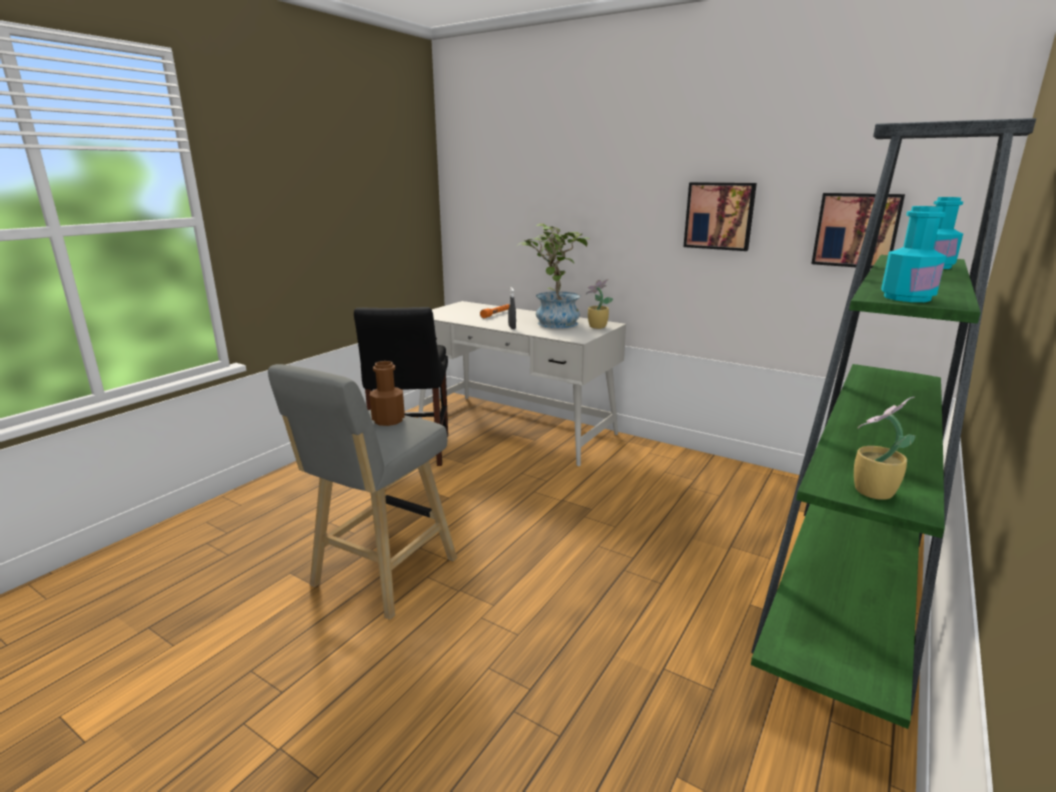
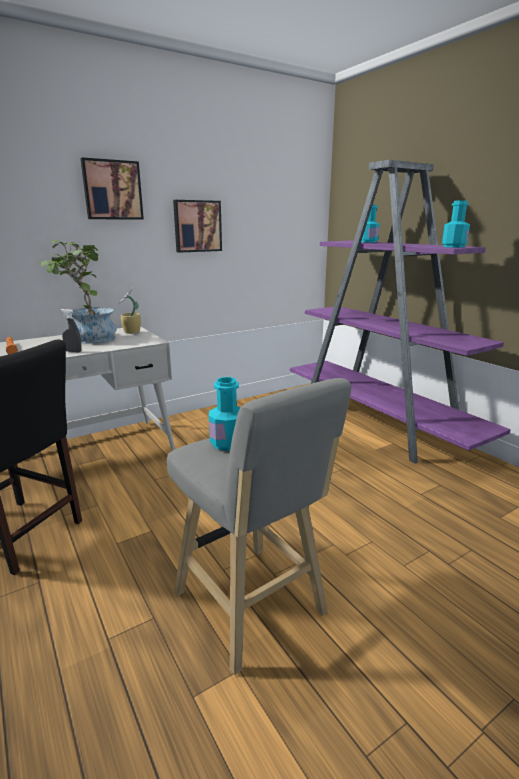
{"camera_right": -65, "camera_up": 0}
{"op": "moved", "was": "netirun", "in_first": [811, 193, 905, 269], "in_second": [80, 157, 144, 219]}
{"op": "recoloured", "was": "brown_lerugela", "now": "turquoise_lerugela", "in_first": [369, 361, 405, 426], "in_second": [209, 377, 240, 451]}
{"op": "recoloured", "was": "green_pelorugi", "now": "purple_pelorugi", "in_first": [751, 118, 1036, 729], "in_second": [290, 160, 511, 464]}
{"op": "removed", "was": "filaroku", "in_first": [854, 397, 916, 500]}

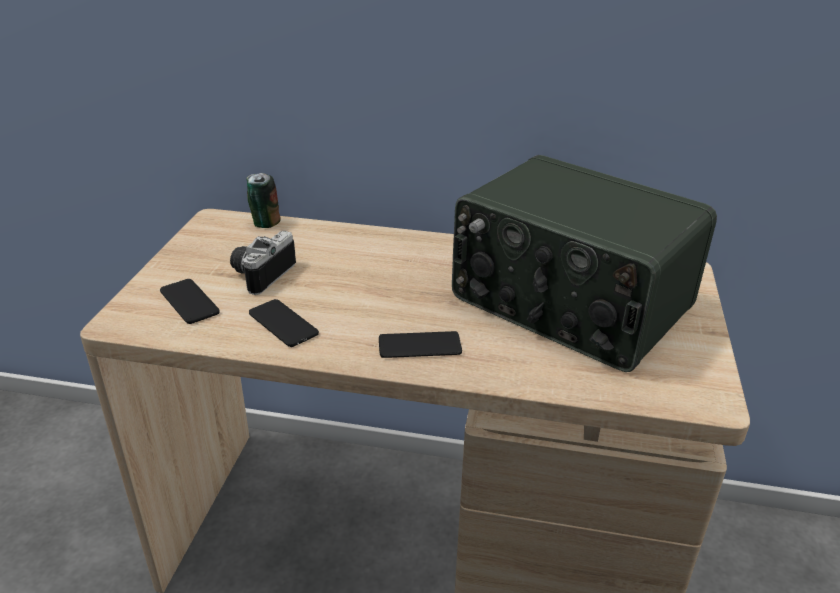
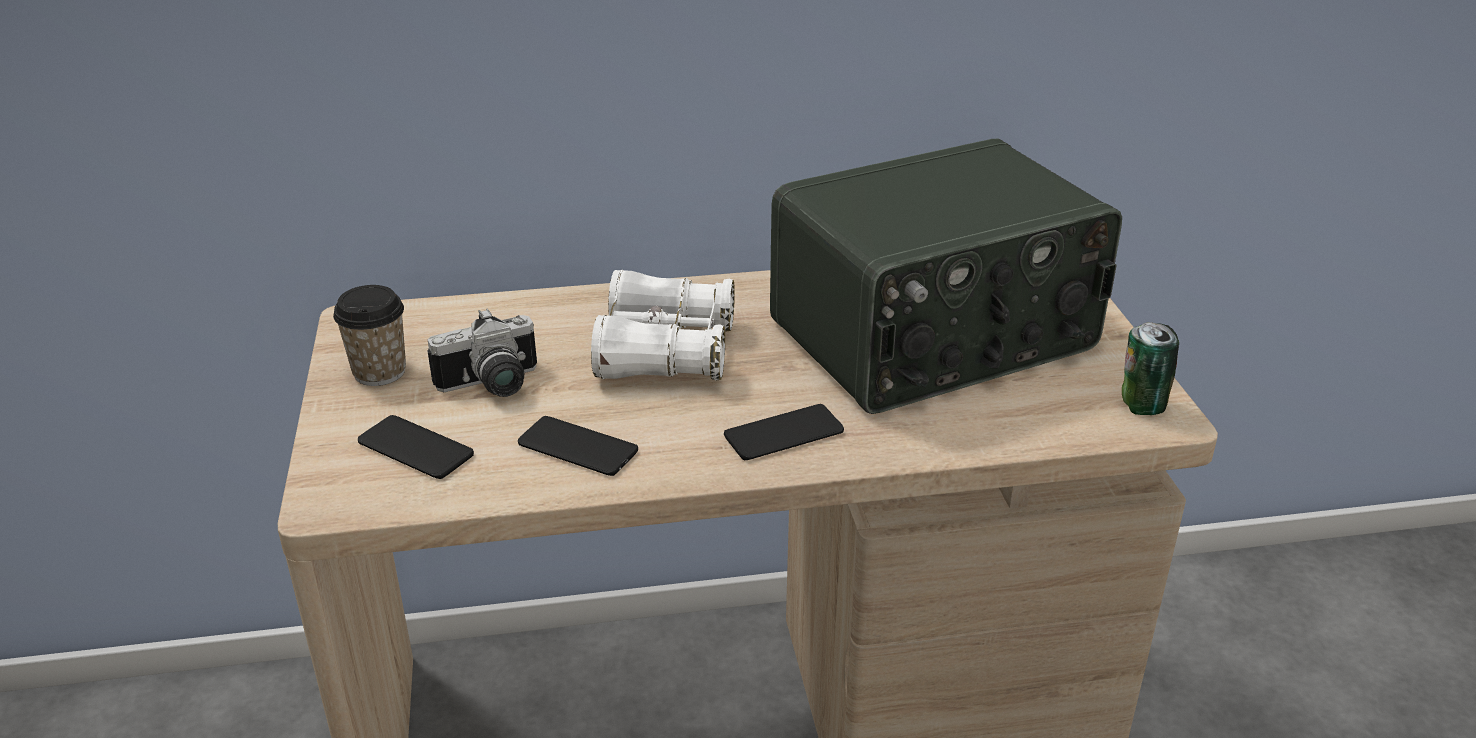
{"camera_right": -20, "camera_up": 0}
{"op": "added", "now": "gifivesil", "in_second": [333, 285, 406, 386]}
{"op": "turned", "was": "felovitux", "in_first": [230, 231, 296, 295], "in_second": [427, 309, 537, 397], "clockwise": -120}
{"op": "added", "now": "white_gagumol", "in_second": [591, 270, 735, 381]}
{"op": "turned", "was": "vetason", "in_first": [452, 155, 717, 372], "in_second": [770, 139, 1122, 414], "clockwise": -45}
{"op": "moved", "was": "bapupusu", "in_first": [246, 173, 281, 228], "in_second": [1122, 322, 1179, 415]}

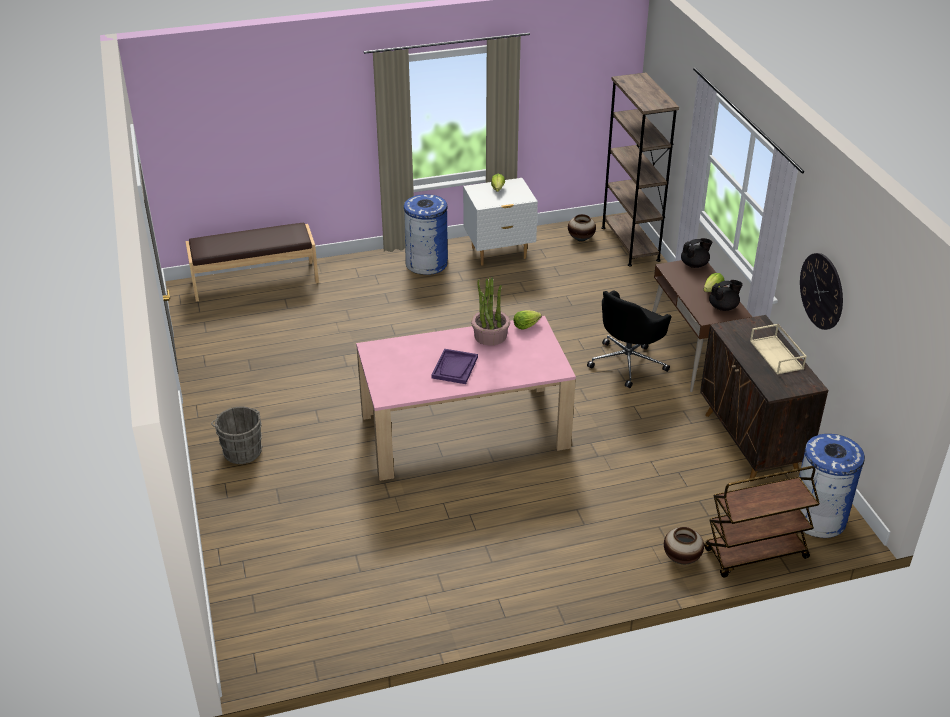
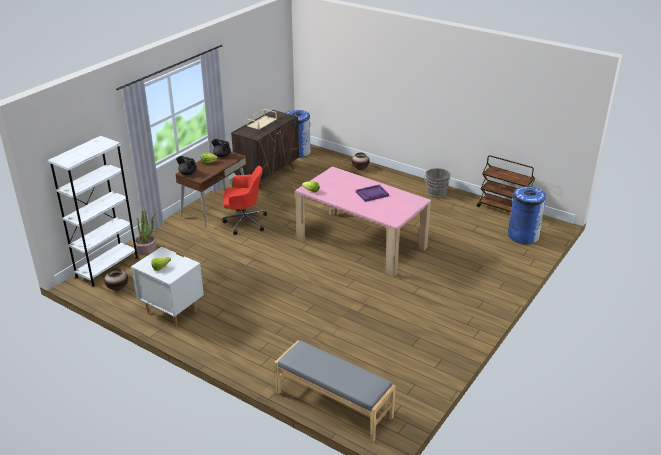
{"camera_right": -130, "camera_up": -5}
{"op": "recoloured", "was": "brown_pelorugi", "now": "white_pelorugi", "in_first": [601, 73, 679, 266], "in_second": [48, 136, 139, 287]}
{"op": "moved", "was": "filaroku", "in_first": [471, 277, 510, 345], "in_second": [132, 209, 157, 254]}
{"op": "recoloured", "was": "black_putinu", "now": "red_putinu", "in_first": [587, 291, 672, 388], "in_second": [223, 165, 267, 235]}
{"op": "recoloured", "was": "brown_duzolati", "now": "grey_duzolati", "in_first": [185, 222, 319, 302], "in_second": [275, 340, 396, 442]}
{"op": "moved", "was": "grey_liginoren", "in_first": [211, 407, 262, 464], "in_second": [424, 168, 451, 198]}
{"op": "moved", "was": "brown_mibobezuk", "in_first": [704, 466, 820, 578], "in_second": [477, 155, 535, 212]}
{"op": "moved", "was": "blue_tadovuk", "in_first": [404, 194, 448, 275], "in_second": [508, 186, 546, 244]}
{"op": "removed", "was": "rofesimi", "in_first": [800, 253, 843, 330]}

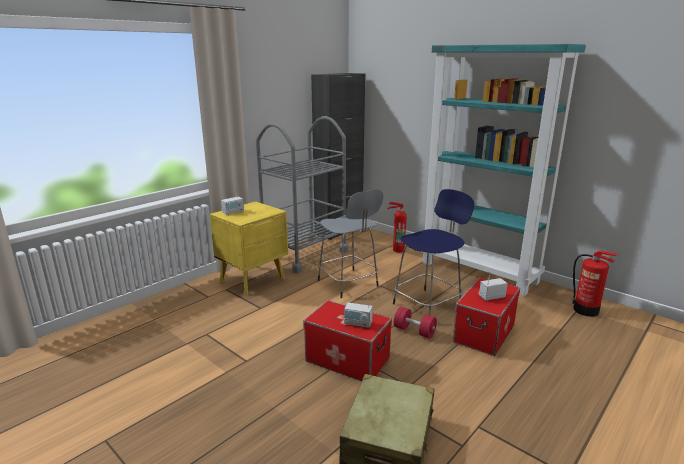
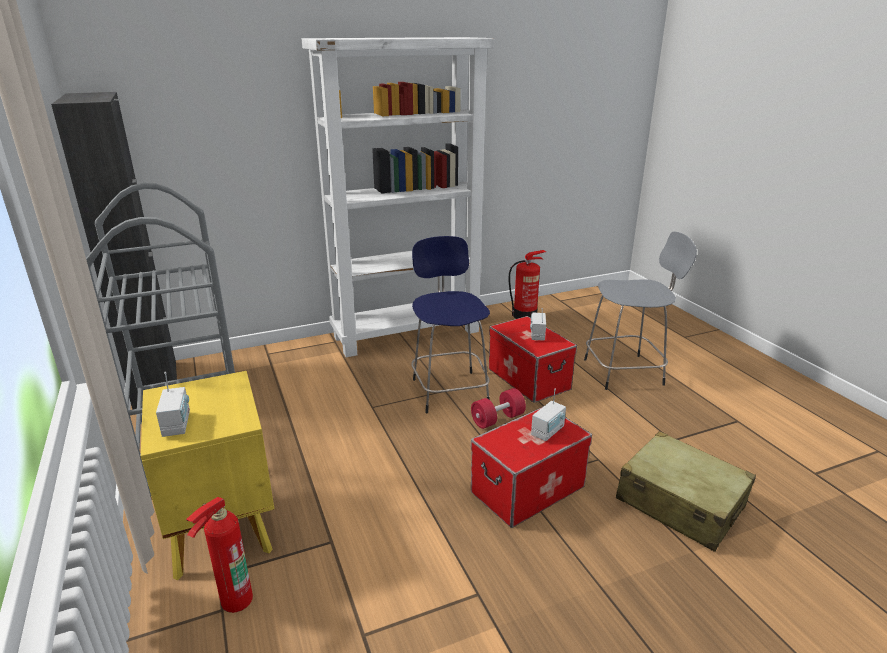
{"camera_right": -65, "camera_up": 5}
{"op": "moved", "was": "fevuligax", "in_first": [387, 202, 407, 253], "in_second": [186, 497, 253, 613]}
{"op": "recoloured", "was": "turquoise_pelorugi", "now": "white_pelorugi", "in_first": [422, 44, 586, 297], "in_second": [302, 37, 494, 357]}
{"op": "moved", "was": "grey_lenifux", "in_first": [318, 189, 384, 298], "in_second": [584, 231, 697, 390]}

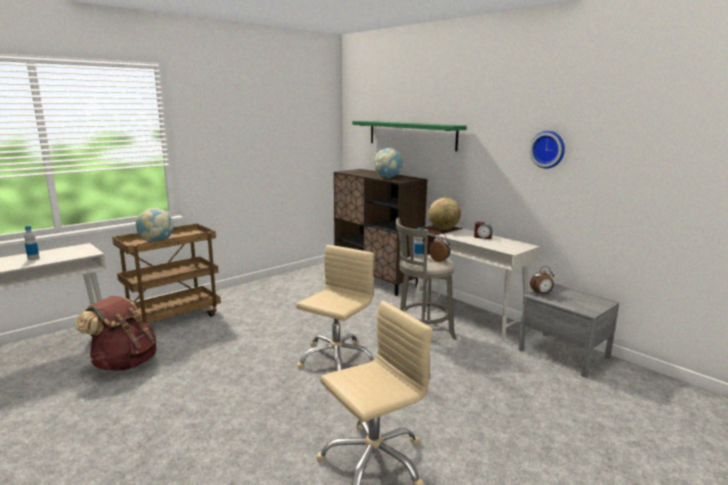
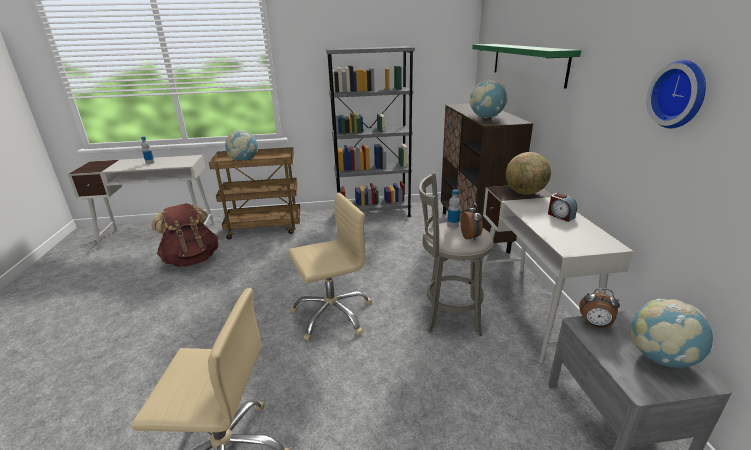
{"camera_right": 35, "camera_up": 10}
{"op": "added", "now": "grey_pelorugi", "in_second": [326, 46, 415, 217]}
{"op": "added", "now": "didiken", "in_second": [630, 299, 713, 368]}

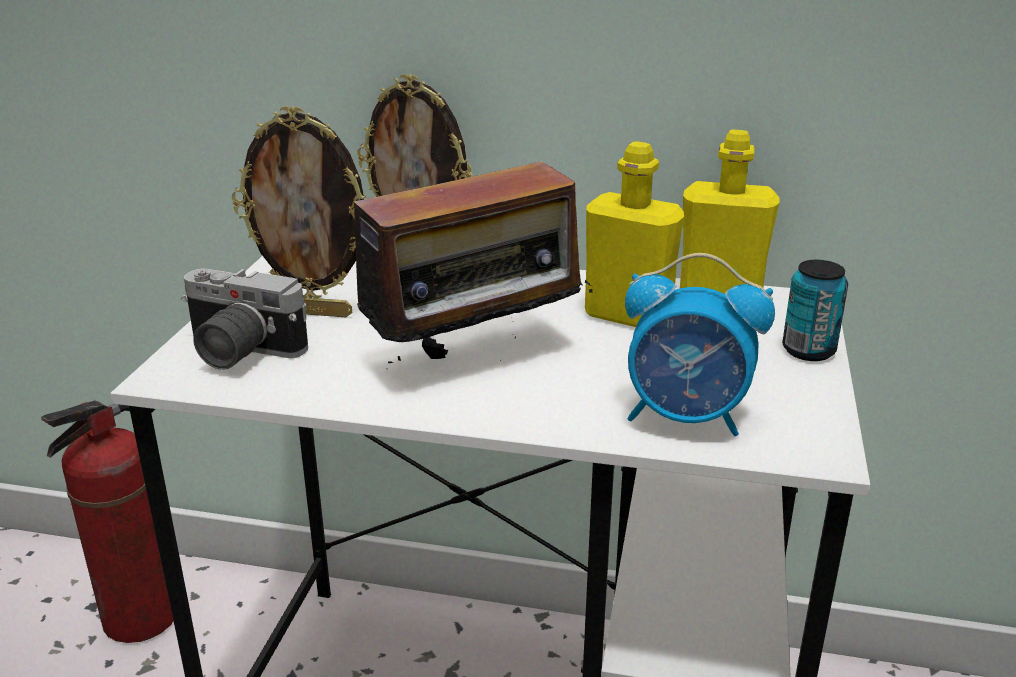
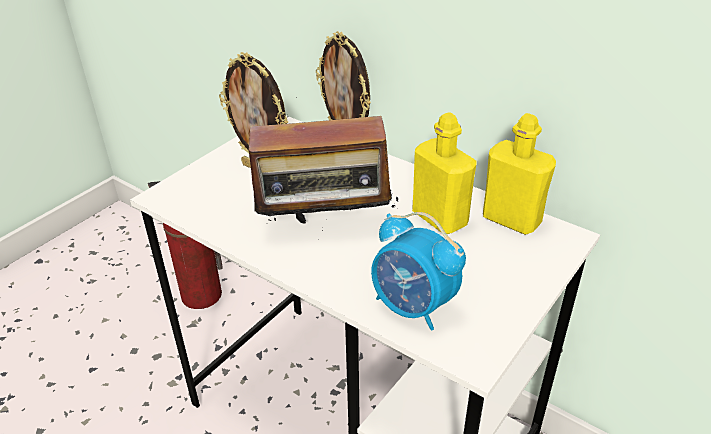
{"camera_right": 25, "camera_up": 10}
{"op": "removed", "was": "felovitux", "in_first": [181, 269, 308, 370]}
{"op": "removed", "was": "bapupusu", "in_first": [782, 260, 848, 361]}

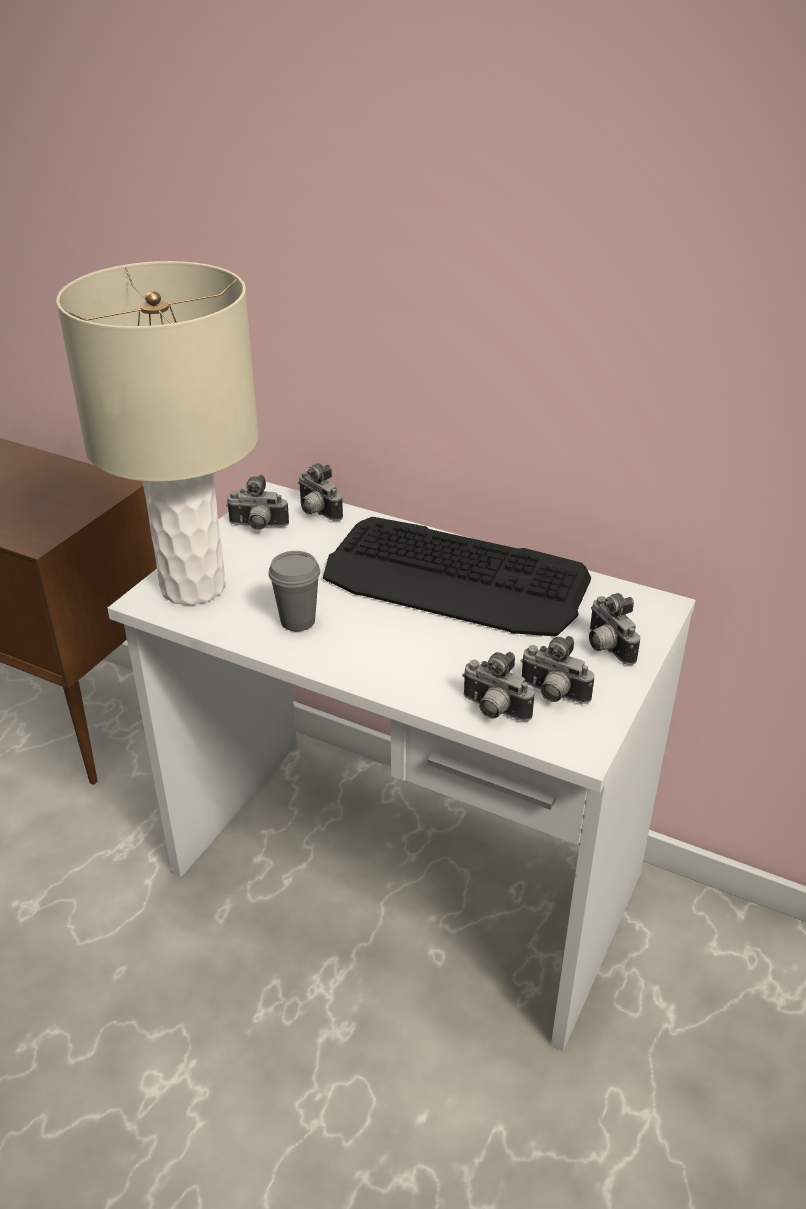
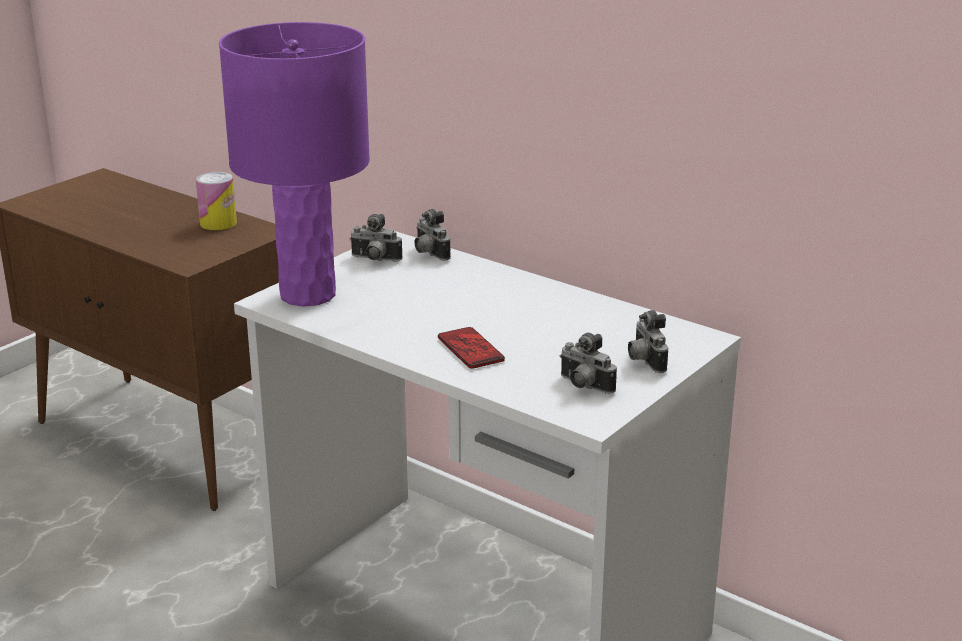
{"camera_right": 10, "camera_up": -10}
{"op": "added", "now": "bapupusu", "in_second": [196, 172, 237, 230]}
{"op": "recoloured", "was": "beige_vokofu", "now": "purple_vokofu", "in_first": [56, 261, 259, 605], "in_second": [219, 22, 370, 307]}
{"op": "added", "now": "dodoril", "in_second": [438, 327, 505, 368]}
{"op": "removed", "was": "grey_gifivesil", "in_first": [268, 551, 320, 632]}
{"op": "removed", "was": "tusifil", "in_first": [323, 517, 591, 637]}
{"op": "removed", "was": "felovitux", "in_first": [462, 652, 534, 721]}

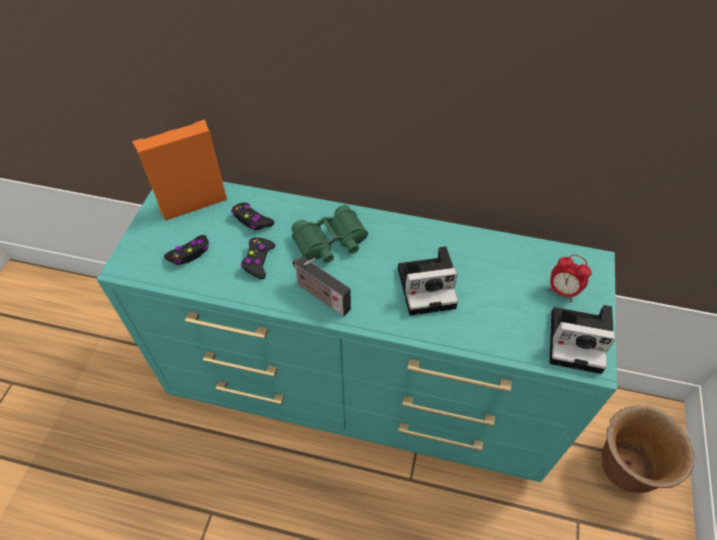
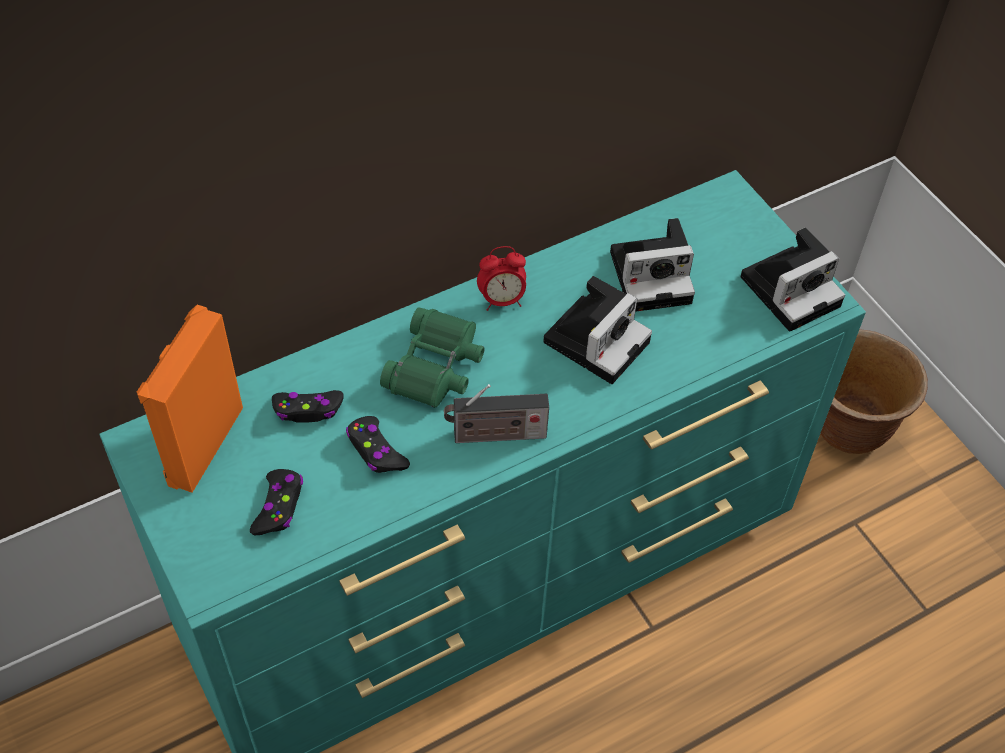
{"camera_right": -45, "camera_up": 0}
{"op": "moved", "was": "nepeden", "in_first": [548, 255, 592, 302], "in_second": [477, 246, 526, 311]}
{"op": "added", "now": "felovitux", "in_second": [610, 218, 695, 312]}

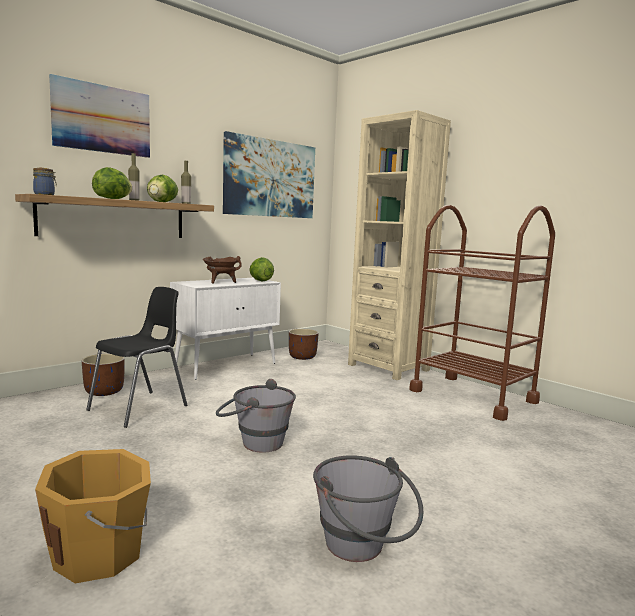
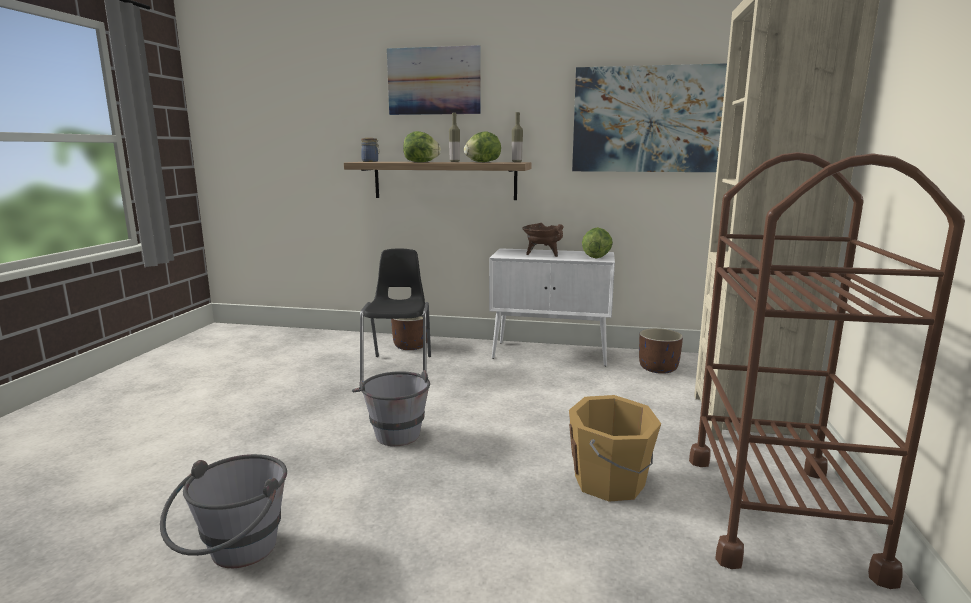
{"camera_right": 55, "camera_up": 5}
{"op": "turned", "was": "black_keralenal", "in_first": [86, 287, 187, 428], "in_second": [360, 248, 431, 382], "clockwise": -90}
{"op": "moved", "was": "orange_liginoren", "in_first": [35, 449, 151, 583], "in_second": [569, 395, 661, 502]}

